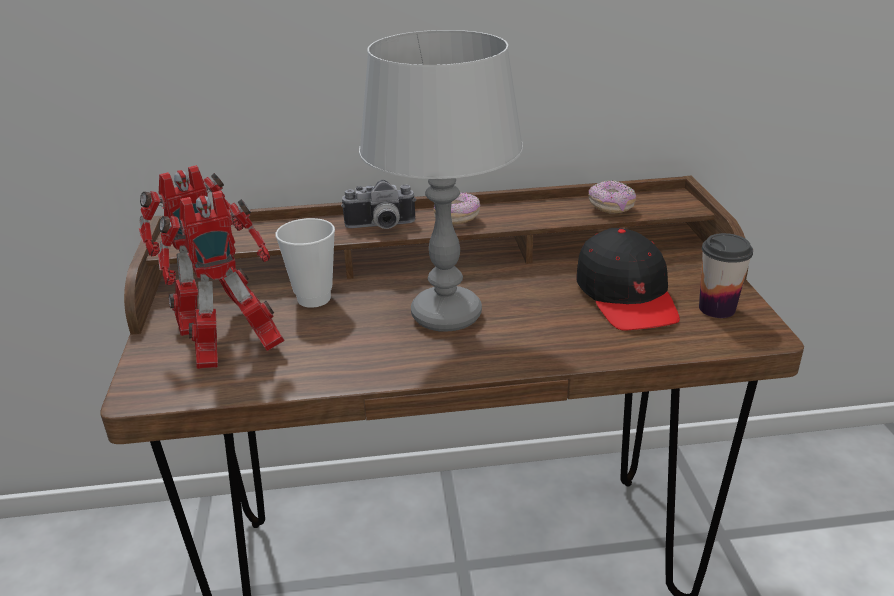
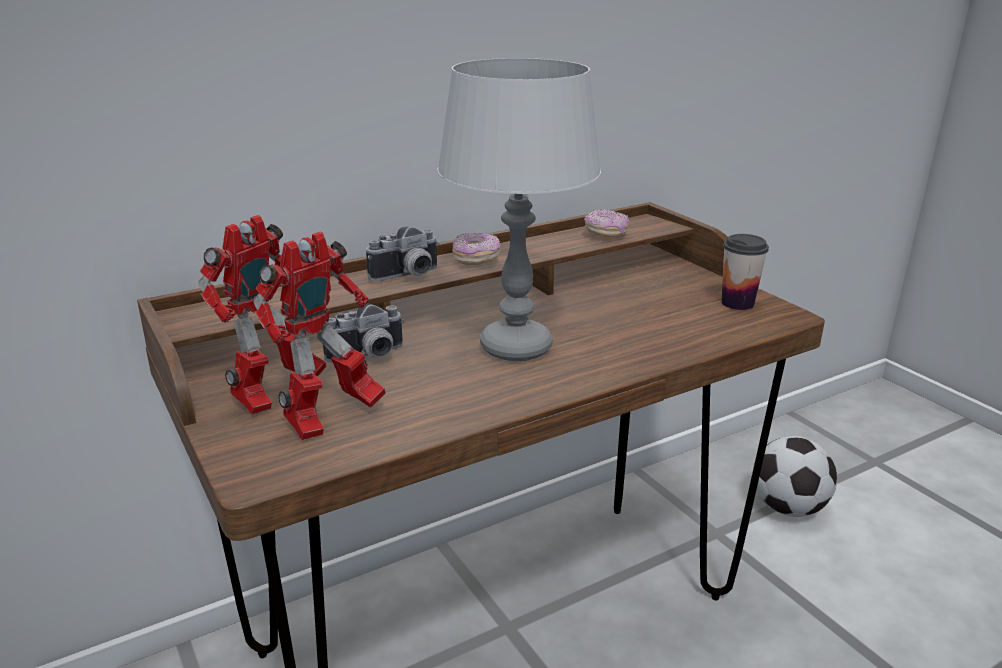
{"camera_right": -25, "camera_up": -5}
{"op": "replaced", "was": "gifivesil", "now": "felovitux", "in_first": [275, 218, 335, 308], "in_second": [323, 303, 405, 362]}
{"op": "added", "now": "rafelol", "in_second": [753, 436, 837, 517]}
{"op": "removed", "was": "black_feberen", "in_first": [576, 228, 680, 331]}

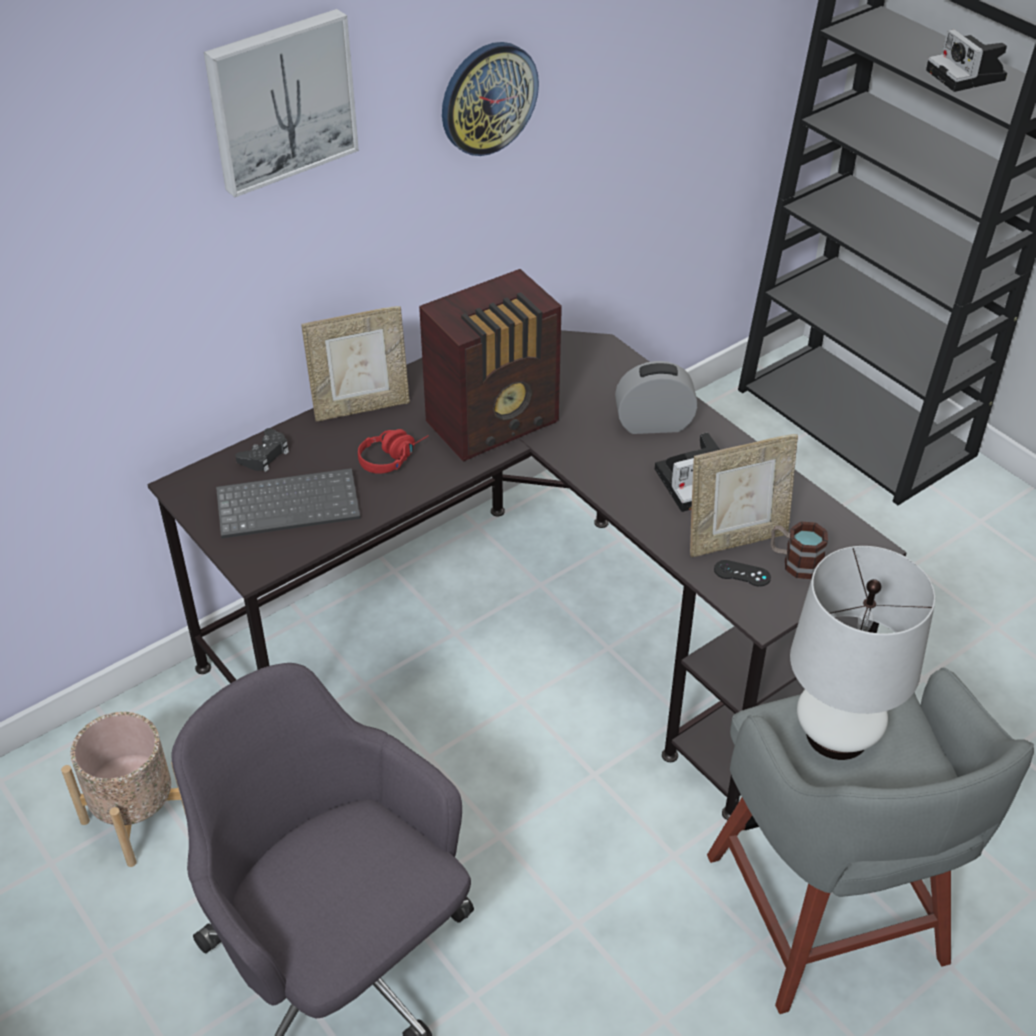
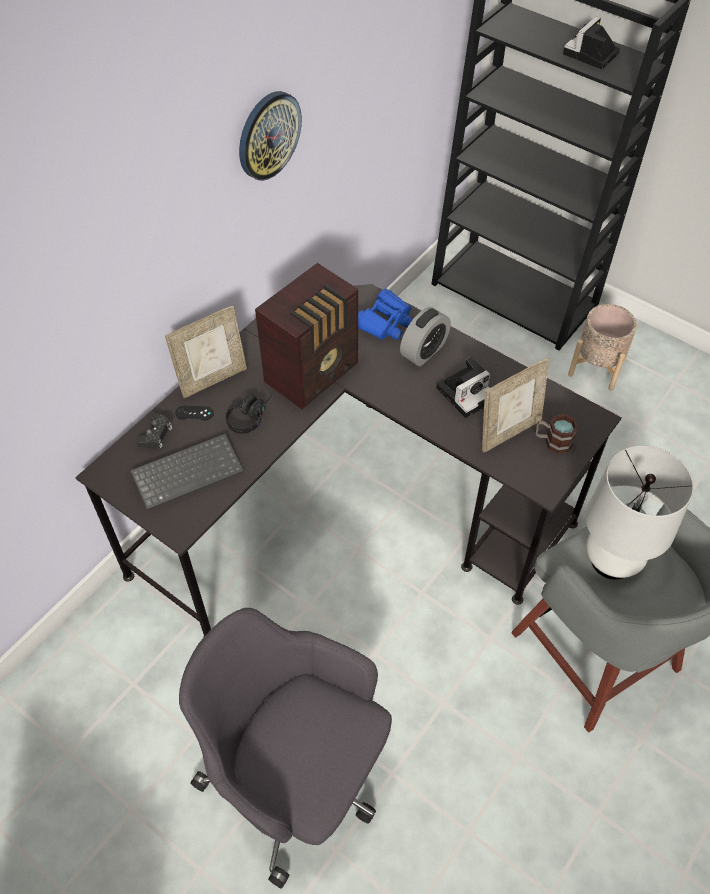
{"camera_right": -15, "camera_up": 10}
{"op": "moved", "was": "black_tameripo", "in_first": [714, 560, 771, 587], "in_second": [175, 406, 214, 421]}
{"op": "recoloured", "was": "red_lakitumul", "now": "black_lakitumul", "in_first": [358, 429, 429, 474], "in_second": [226, 395, 272, 434]}
{"op": "added", "now": "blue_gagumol", "in_second": [358, 289, 413, 340]}
{"op": "turned", "was": "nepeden", "in_first": [615, 361, 697, 434], "in_second": [400, 307, 451, 366], "clockwise": 150}
{"op": "turned", "was": "felovitux", "in_first": [926, 29, 1007, 92], "in_second": [563, 16, 620, 69], "clockwise": 75}
{"op": "moved", "was": "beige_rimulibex", "in_first": [61, 712, 186, 867], "in_second": [568, 304, 637, 391]}
{"op": "removed", "was": "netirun", "in_first": [204, 9, 359, 197]}

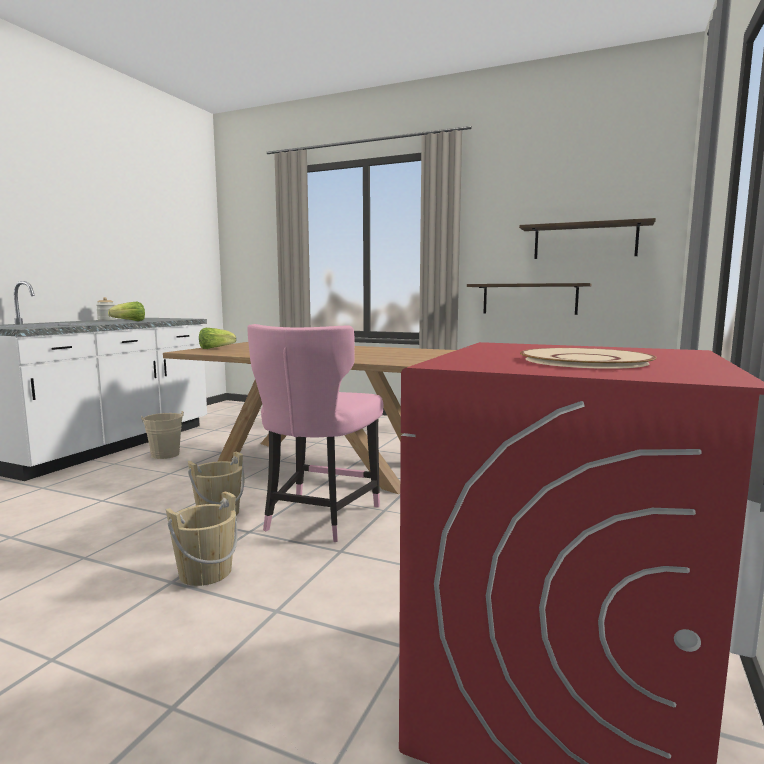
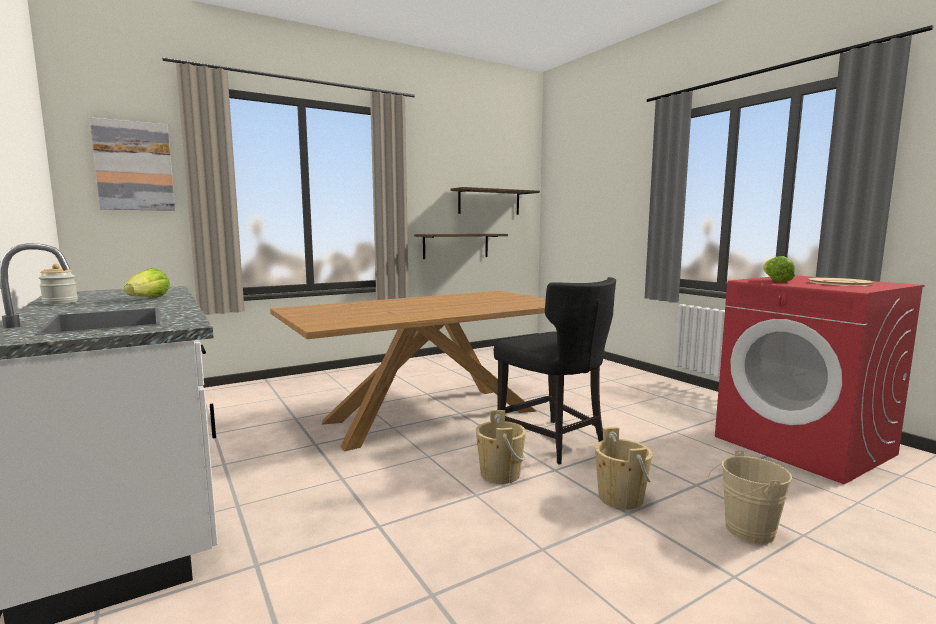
{"camera_right": -55, "camera_up": 0}
{"op": "added", "now": "netirun", "in_second": [90, 117, 175, 211]}
{"op": "recoloured", "was": "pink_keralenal", "now": "black_keralenal", "in_first": [247, 324, 383, 542], "in_second": [494, 277, 616, 465]}
{"op": "moved", "was": "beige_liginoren", "in_first": [141, 411, 184, 459], "in_second": [708, 450, 792, 544]}
{"op": "moved", "was": "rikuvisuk", "in_first": [199, 328, 236, 349], "in_second": [763, 256, 795, 282]}

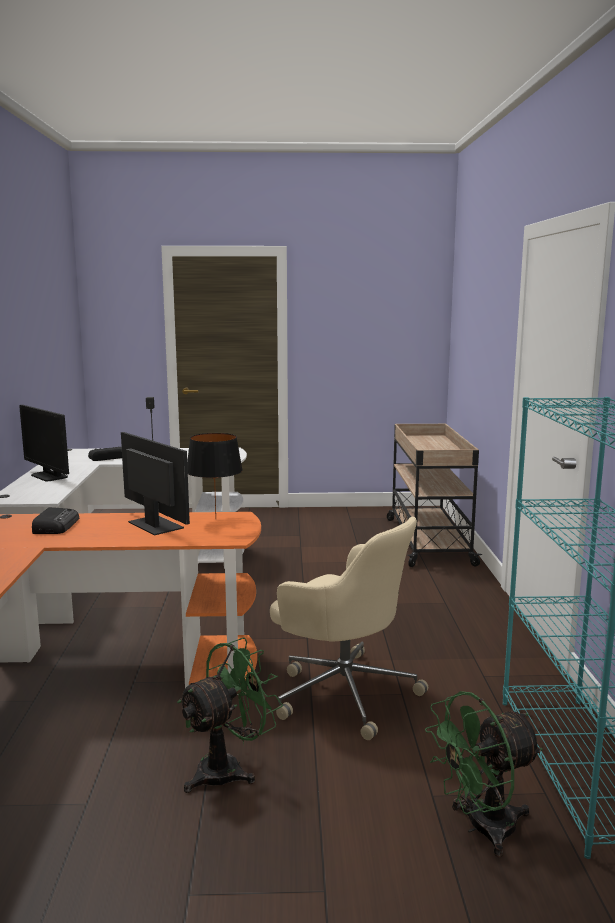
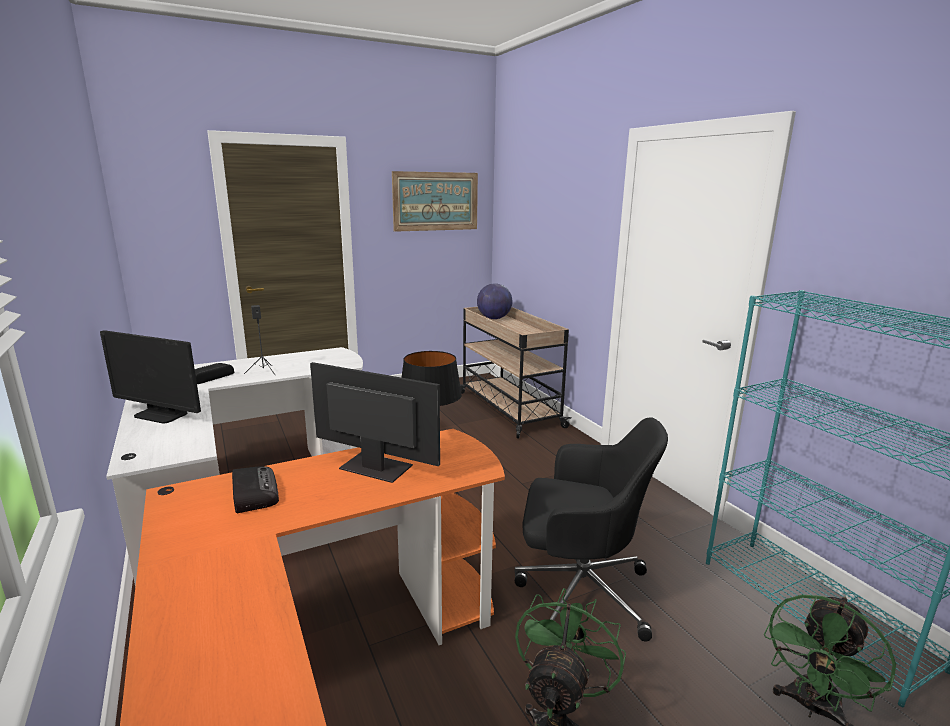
{"camera_right": -25, "camera_up": 5}
{"op": "added", "now": "netirun", "in_second": [392, 171, 478, 232]}
{"op": "added", "now": "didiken", "in_second": [477, 283, 512, 319]}
{"op": "recoloured", "was": "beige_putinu", "now": "black_putinu", "in_first": [270, 517, 428, 740], "in_second": [514, 417, 668, 641]}

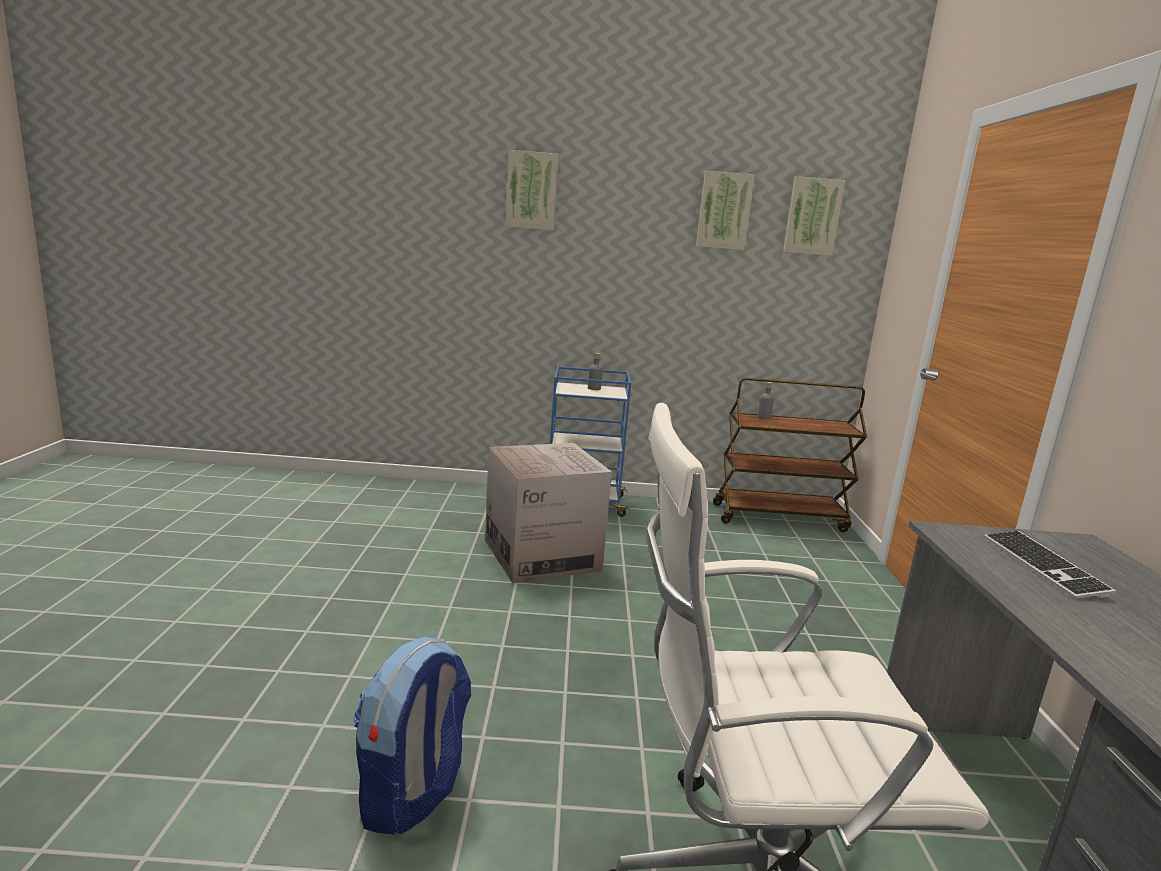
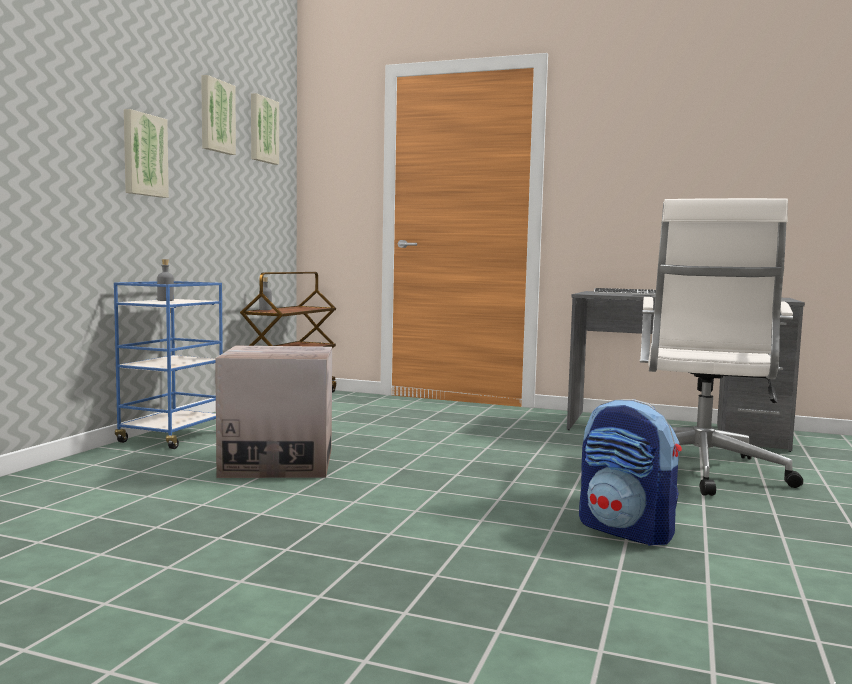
{"camera_right": -70, "camera_up": -10}
{"op": "moved", "was": "netirun", "in_first": [506, 150, 559, 230], "in_second": [124, 109, 169, 198]}

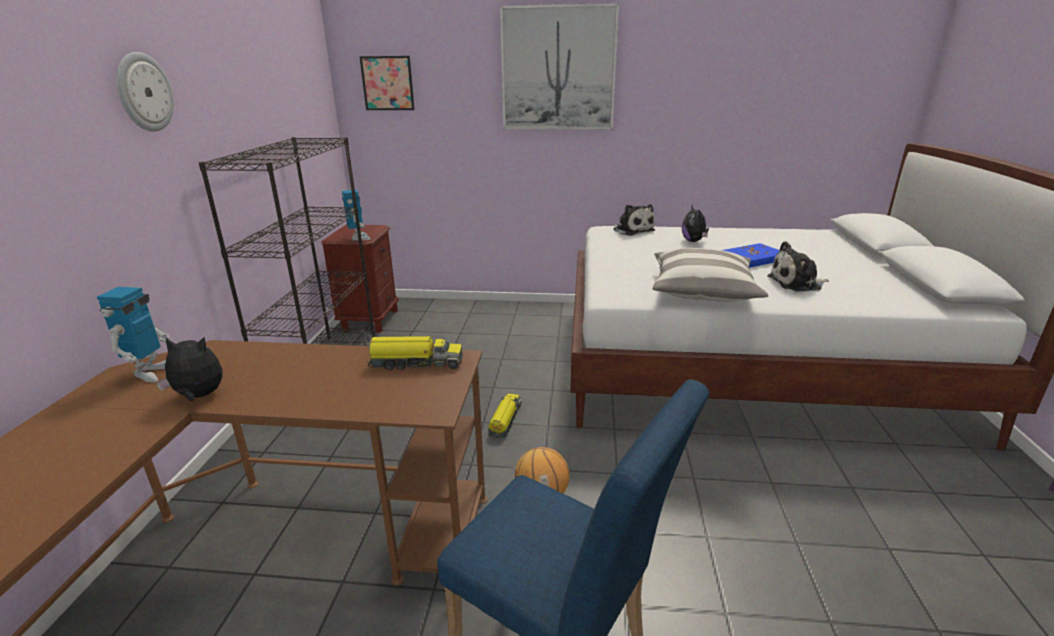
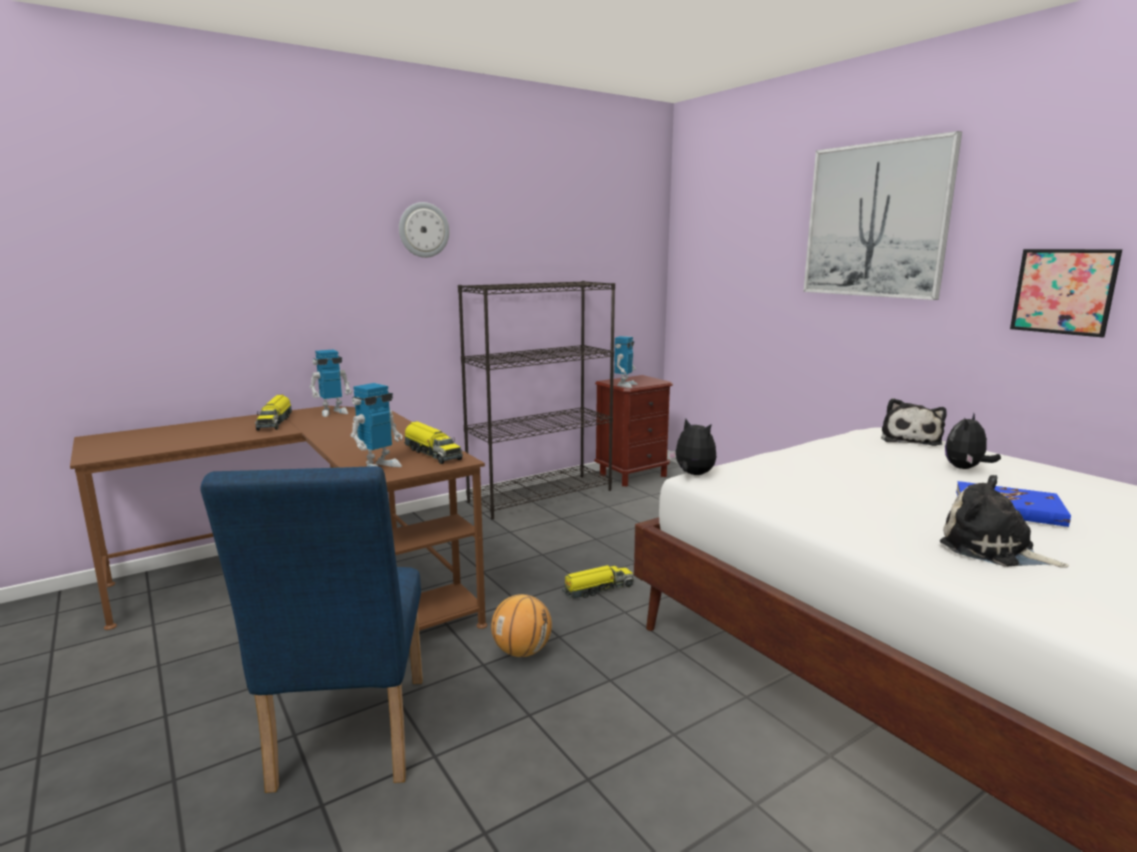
{"camera_right": 50, "camera_up": -10}
{"op": "added", "now": "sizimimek", "in_second": [255, 395, 292, 430]}
{"op": "added", "now": "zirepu", "in_second": [350, 383, 403, 467]}
{"op": "moved", "was": "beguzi", "in_first": [156, 337, 223, 401], "in_second": [668, 419, 716, 475]}
{"op": "moved", "was": "netirun", "in_first": [359, 56, 415, 110], "in_second": [1010, 249, 1122, 337]}
{"op": "removed", "was": "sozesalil", "in_first": [653, 248, 768, 302]}

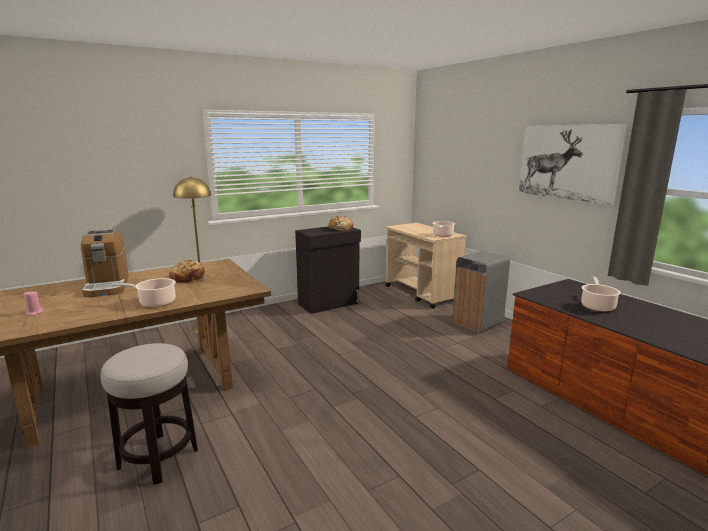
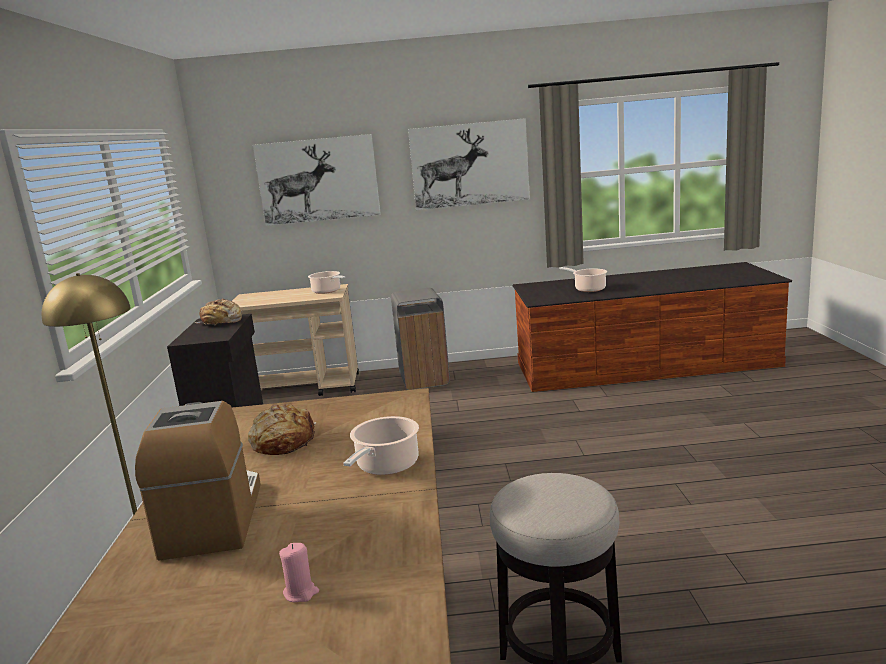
{"camera_right": -60, "camera_up": 0}
{"op": "turned", "was": "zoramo", "in_first": [81, 229, 129, 297], "in_second": [135, 401, 261, 560], "clockwise": -105}
{"op": "added", "now": "netirun", "in_second": [253, 134, 381, 226]}

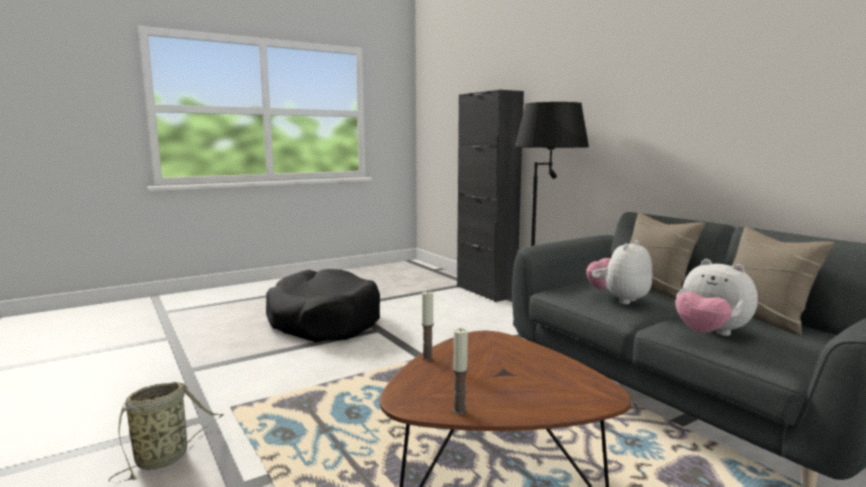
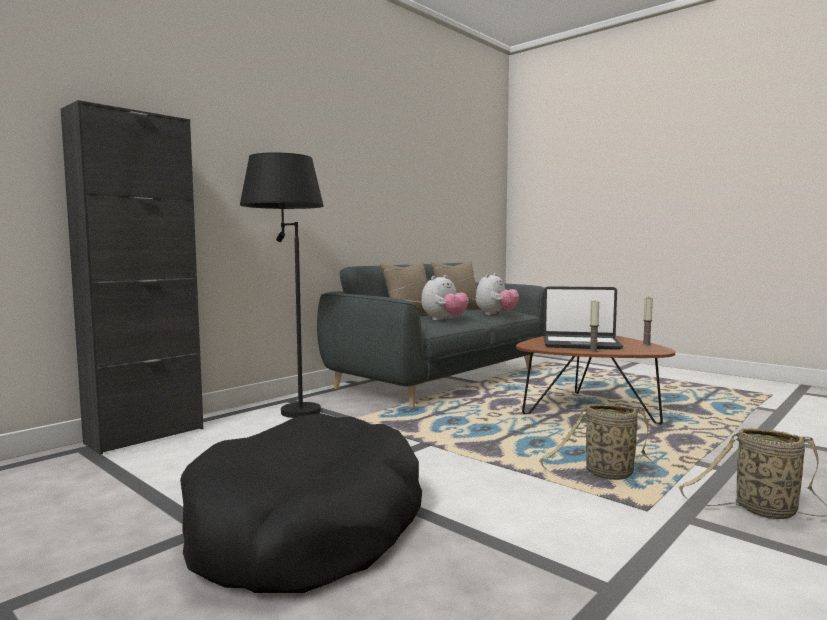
{"camera_right": -105, "camera_up": -5}
{"op": "turned", "was": "beguzi", "in_first": [586, 240, 652, 304], "in_second": [421, 275, 469, 320], "clockwise": -75}
{"op": "added", "now": "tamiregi", "in_second": [539, 404, 659, 480]}
{"op": "added", "now": "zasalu", "in_second": [543, 286, 623, 350]}

